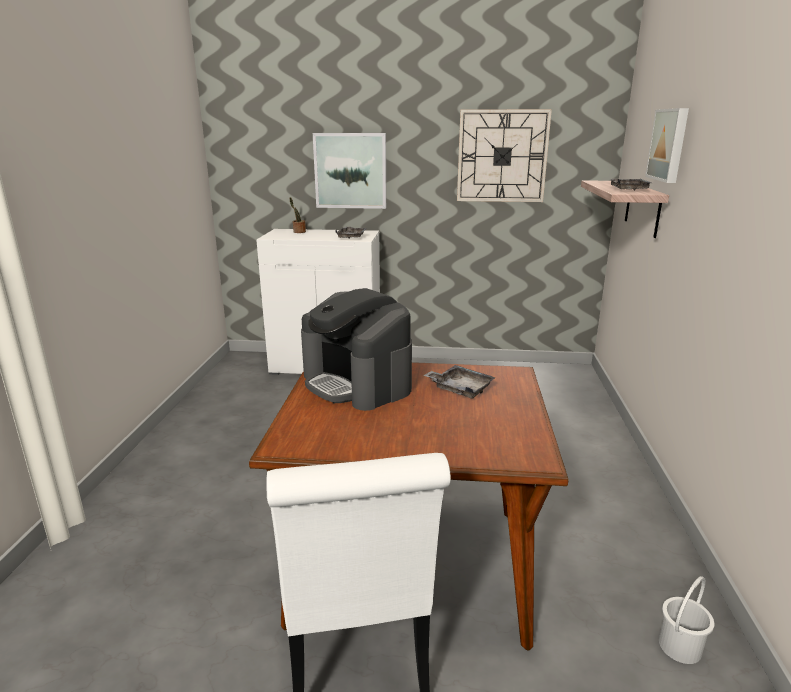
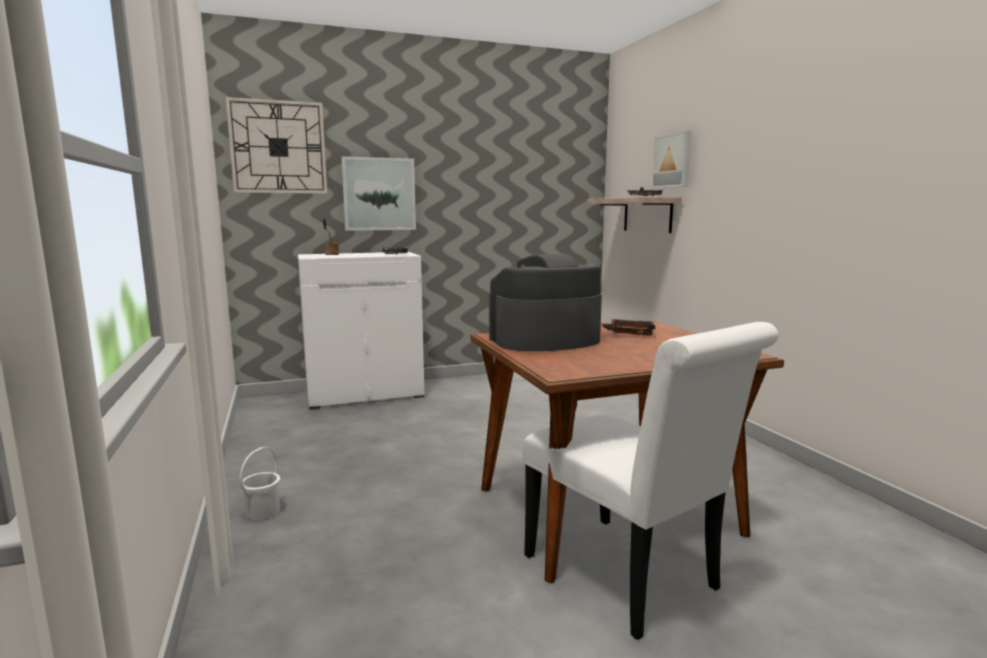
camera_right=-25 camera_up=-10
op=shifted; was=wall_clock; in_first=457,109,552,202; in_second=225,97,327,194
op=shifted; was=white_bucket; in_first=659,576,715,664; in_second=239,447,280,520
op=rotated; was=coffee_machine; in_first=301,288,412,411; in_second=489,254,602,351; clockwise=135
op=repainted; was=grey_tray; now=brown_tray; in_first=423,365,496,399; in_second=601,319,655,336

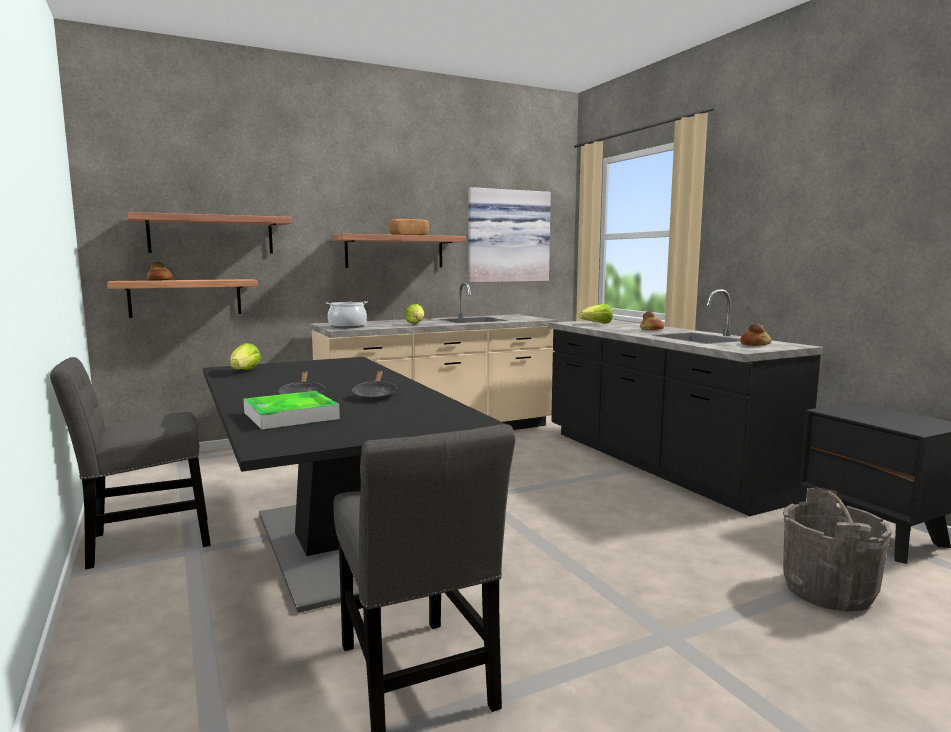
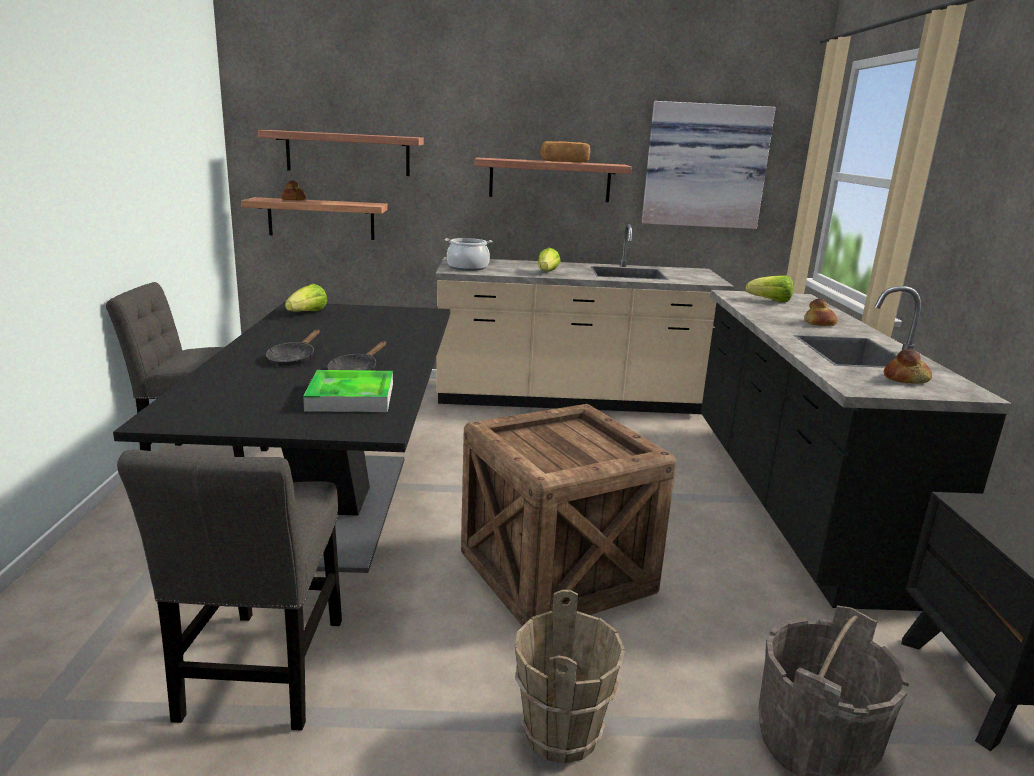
camera_right=25 camera_up=10
op=shifted; was=tray; in_first=243,391,340,430; in_second=303,370,393,412
op=new; now=crate; in_second=461,404,676,626
op=new; now=brown_bucket; in_second=515,590,625,764

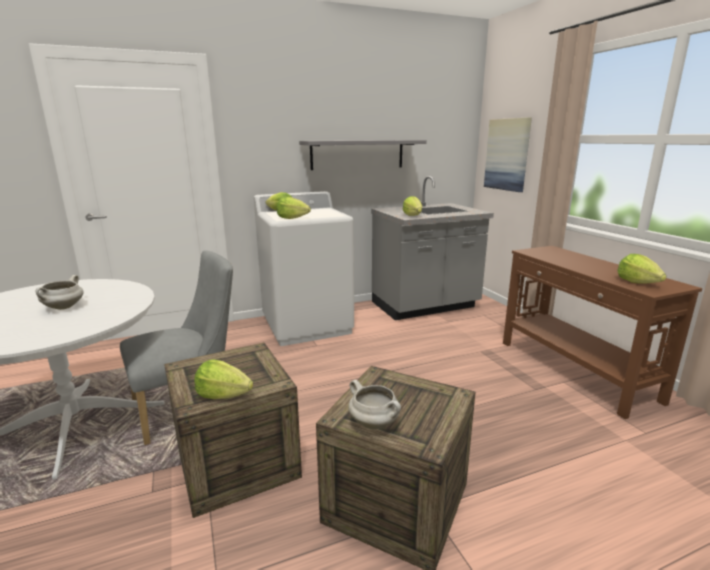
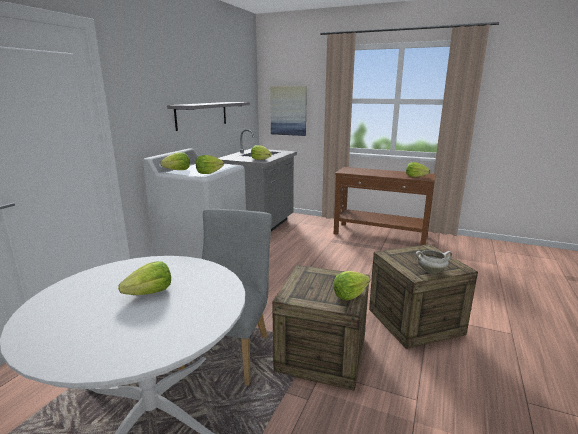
camera_right=-45 camera_up=0
op=swapped; was=white_cooking_pot; now=lettuce; in_first=36,275,83,310; in_second=118,261,171,295

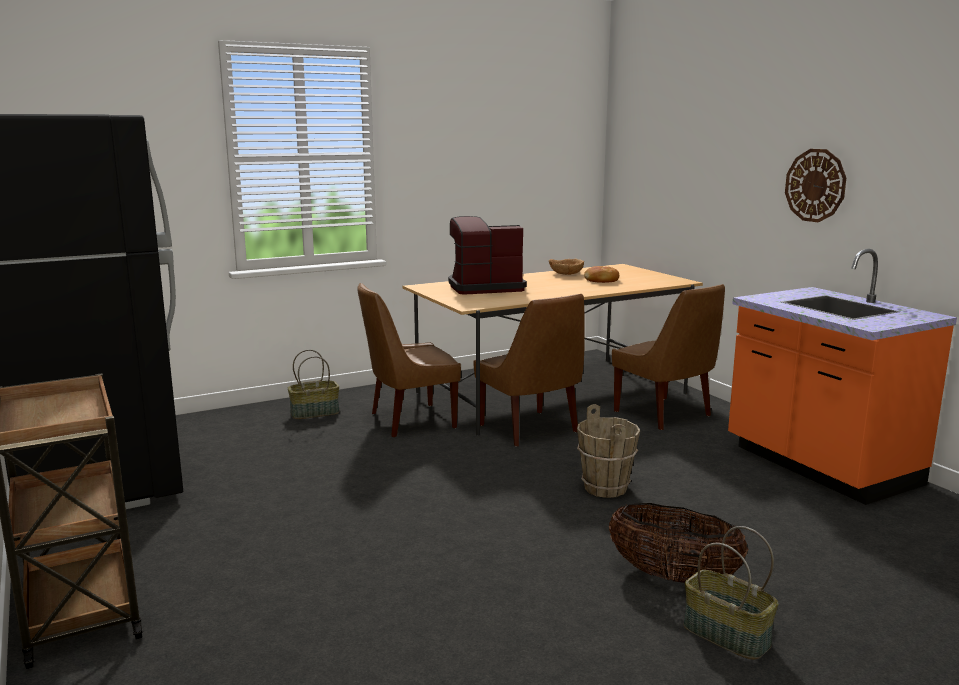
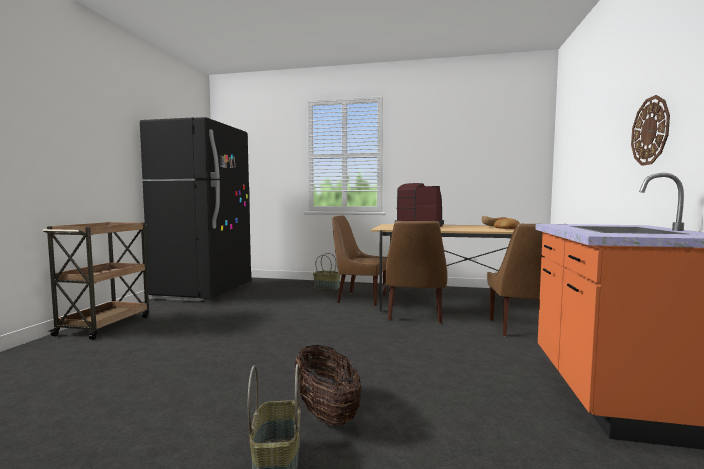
camera_right=40 camera_up=-10
op=gone; was=brown_bucket; in_first=577,404,640,498

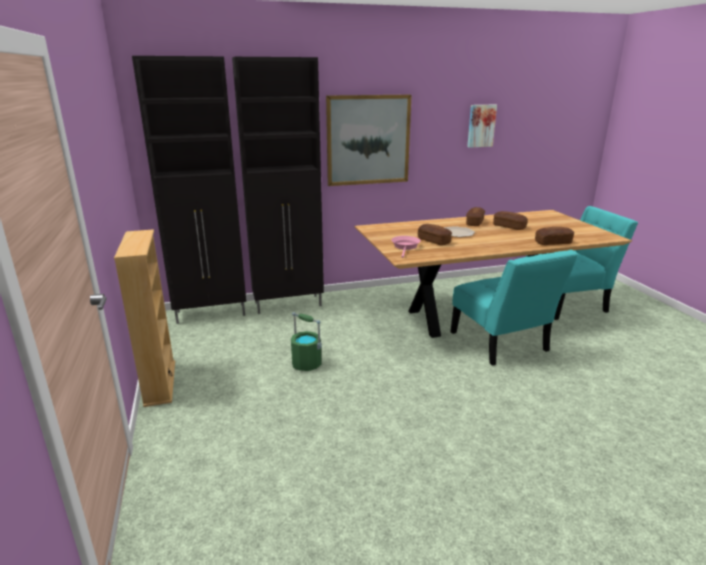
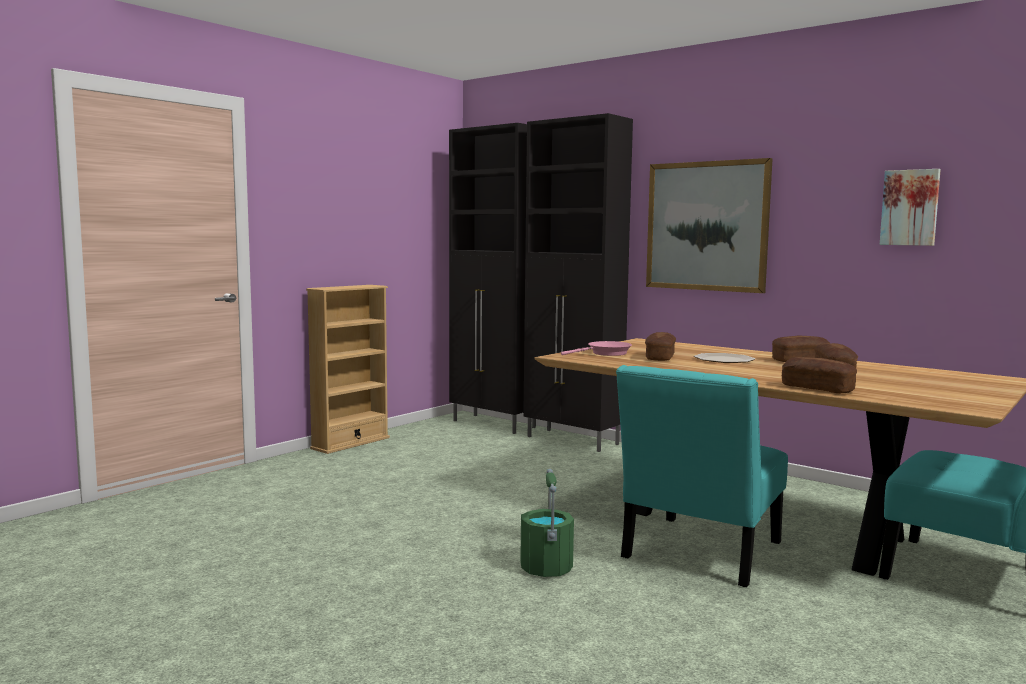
camera_right=55 camera_up=-15
op=shifted; was=green_bucket; in_first=291,312,322,371; in_second=520,469,574,577

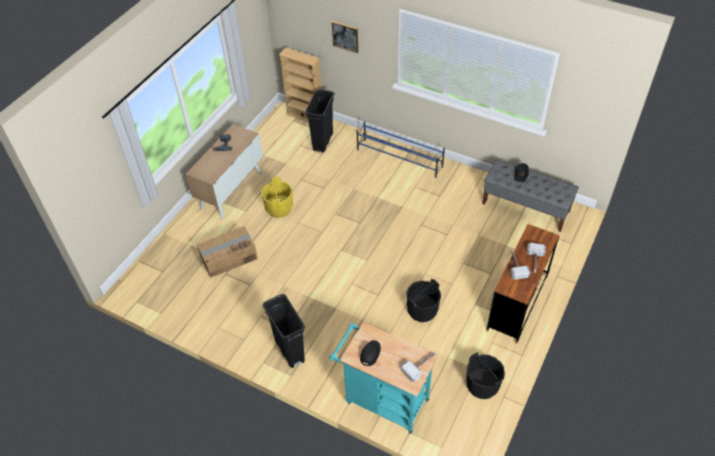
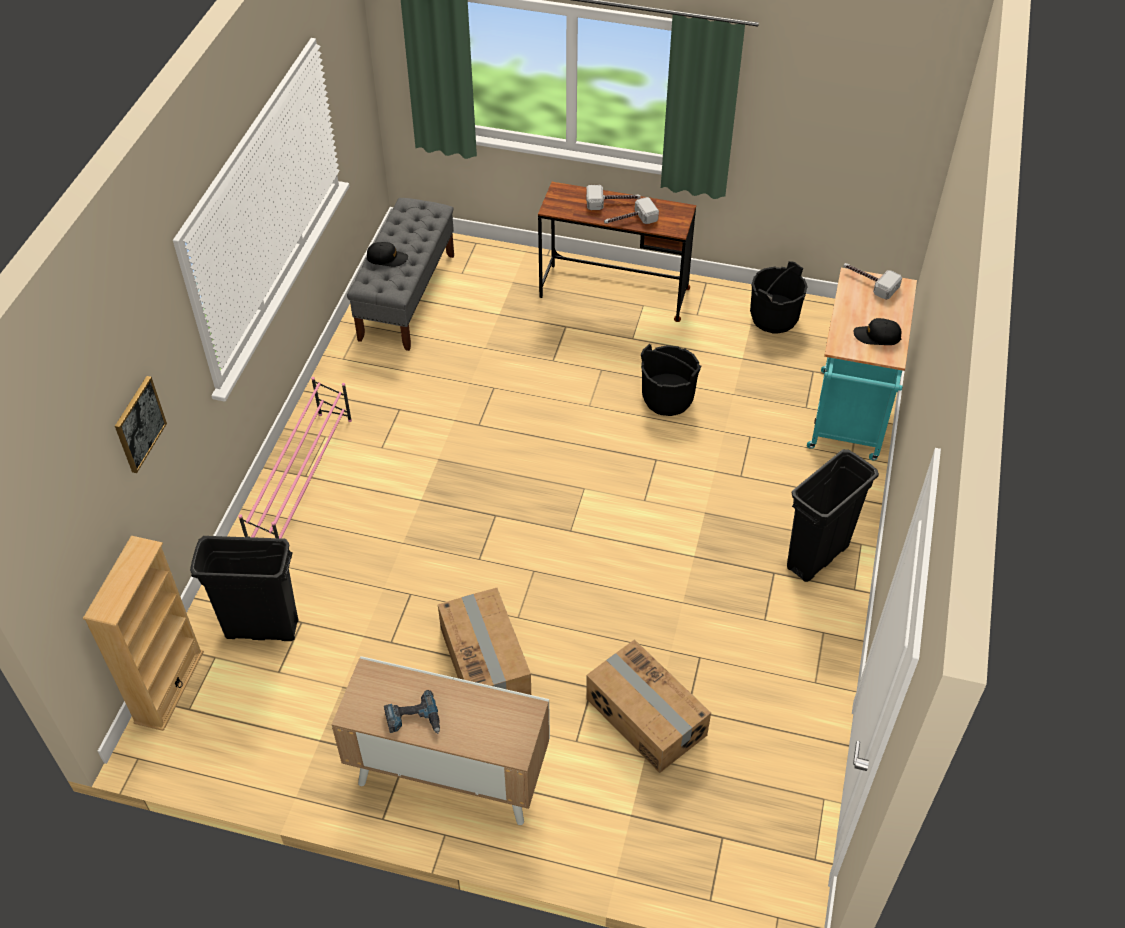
camera_right=-105 camera_up=0
op=repainted; was=blue_shoe_rack; now=pink_shoe_rack; in_first=357,121,445,178; in_second=239,377,352,539
op=swapped; was=yellow_bucket; now=cardboard_box; in_first=261,177,293,218; in_second=438,588,531,695

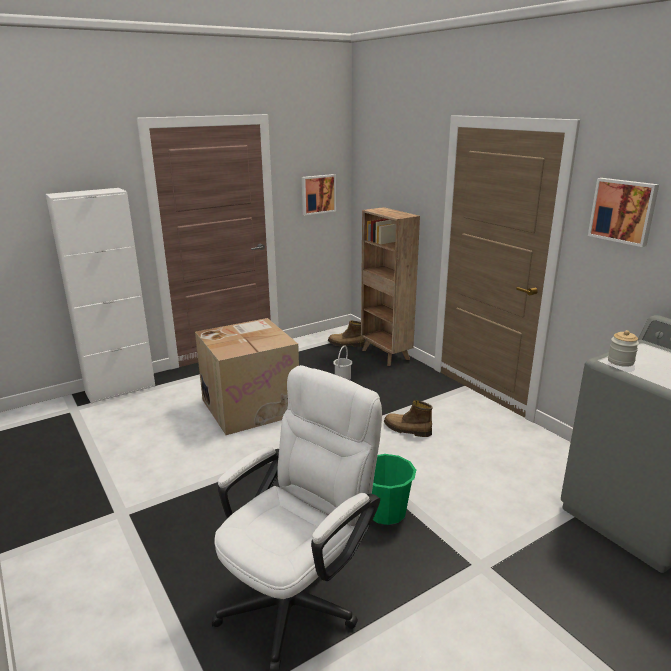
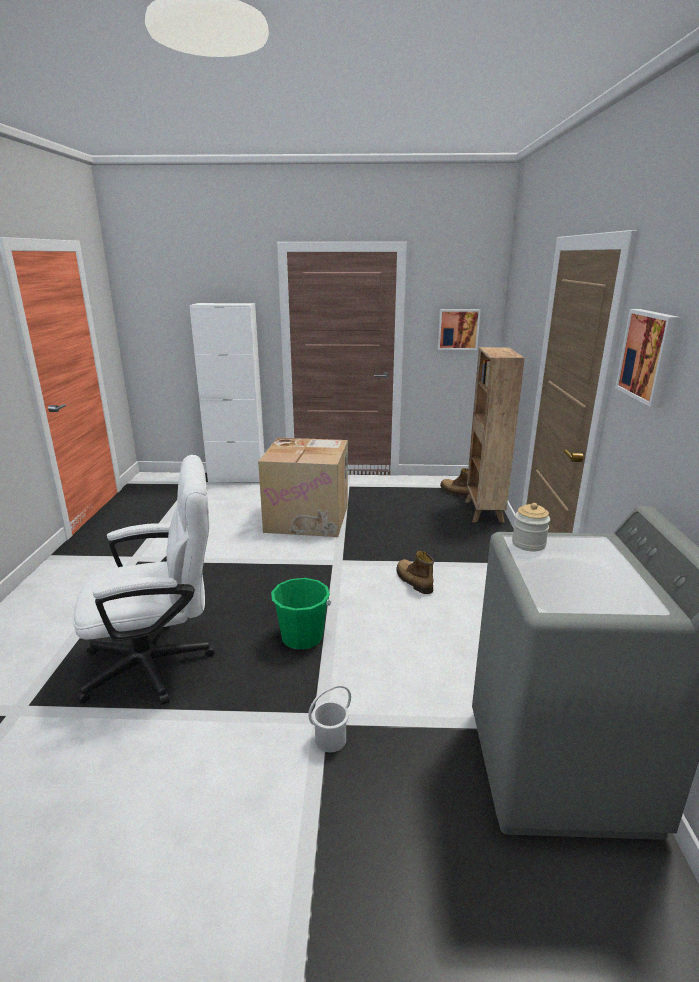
camera_right=35 camera_up=0
op=shifted; was=white_bucket; in_first=333,345,352,380; in_second=308,685,351,752

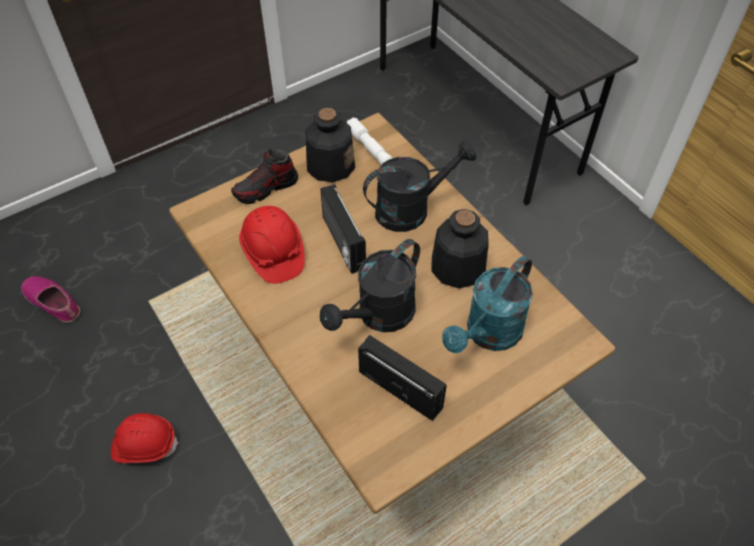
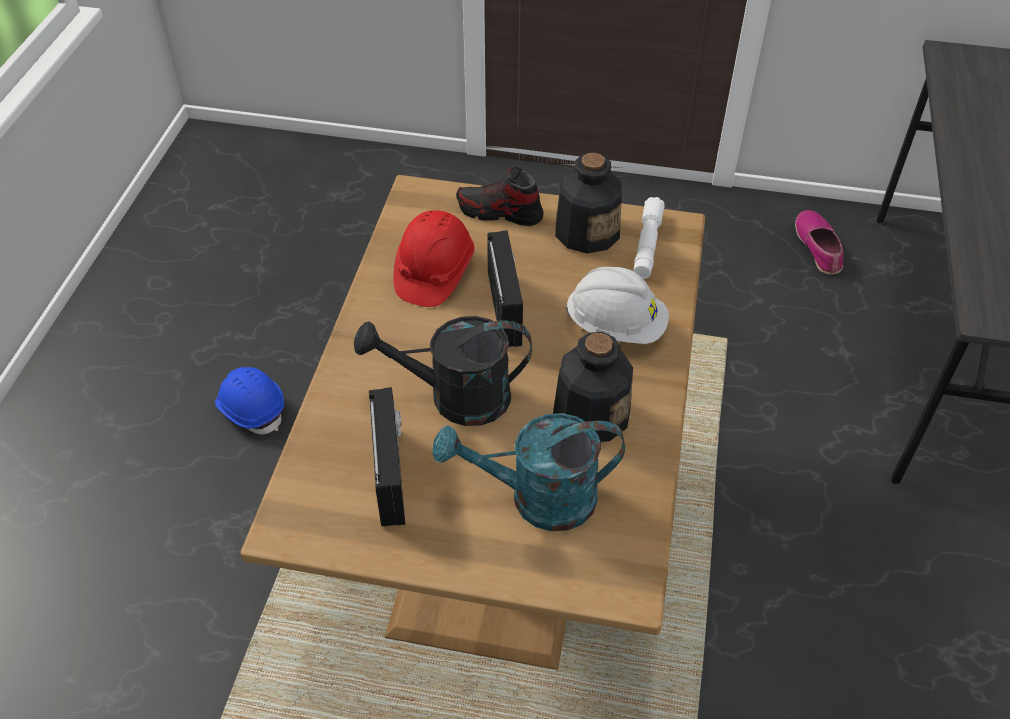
camera_right=45 camera_up=-5
op=repainted; was=red_hard_hat; now=blue_hard_hat; in_first=111,413,179,463; in_second=215,367,284,434
op=rotated; was=radio; in_first=320,184,366,274; in_second=487,230,523,347; clockwise=150
op=swapped; was=black_watering_can; now=white_hard_hat; in_first=363,141,476,232; in_second=565,267,669,344
op=shifted; was=shoe; in_first=21,276,80,323; in_second=795,210,844,275

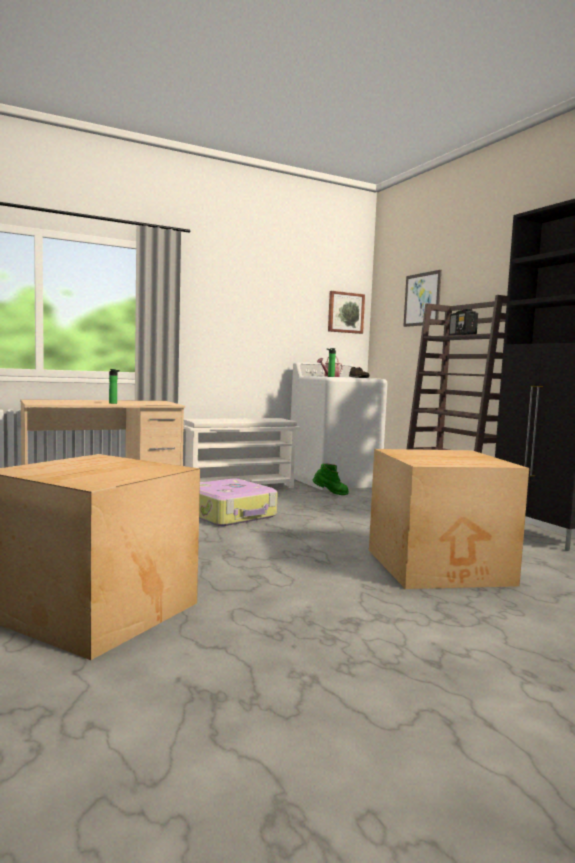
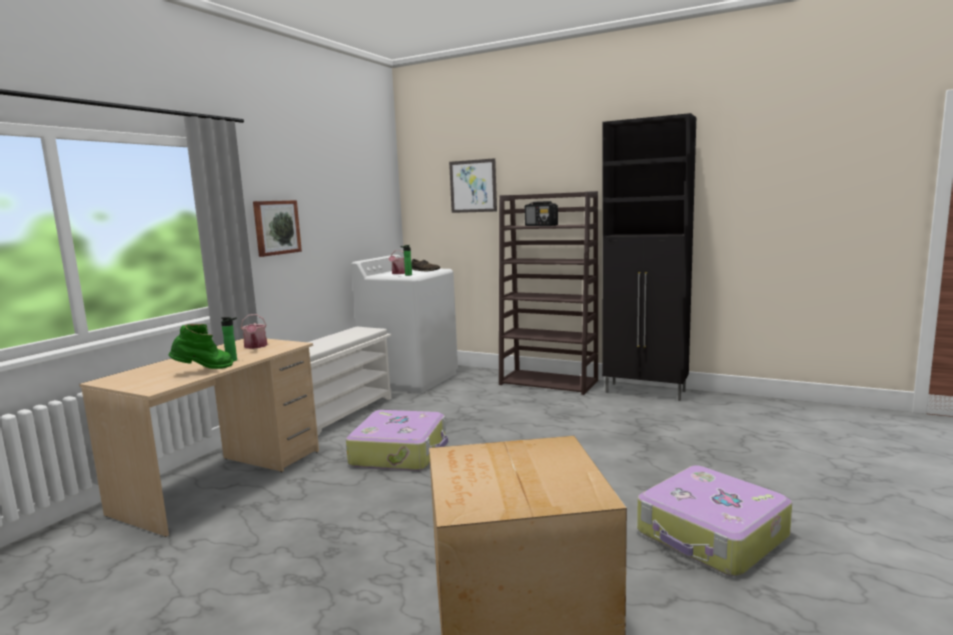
camera_right=-35 camera_up=5
op=shifted; was=green_boot; in_first=313,463,349,495; in_second=169,324,233,369
op=new; now=watering_can; in_second=241,314,268,349
op=shifted; was=picture; in_first=328,291,365,334; in_second=253,200,302,257
op=new; now=suitcase; in_second=637,465,792,576
op=gone; was=cardboard_box; in_first=369,449,529,589

